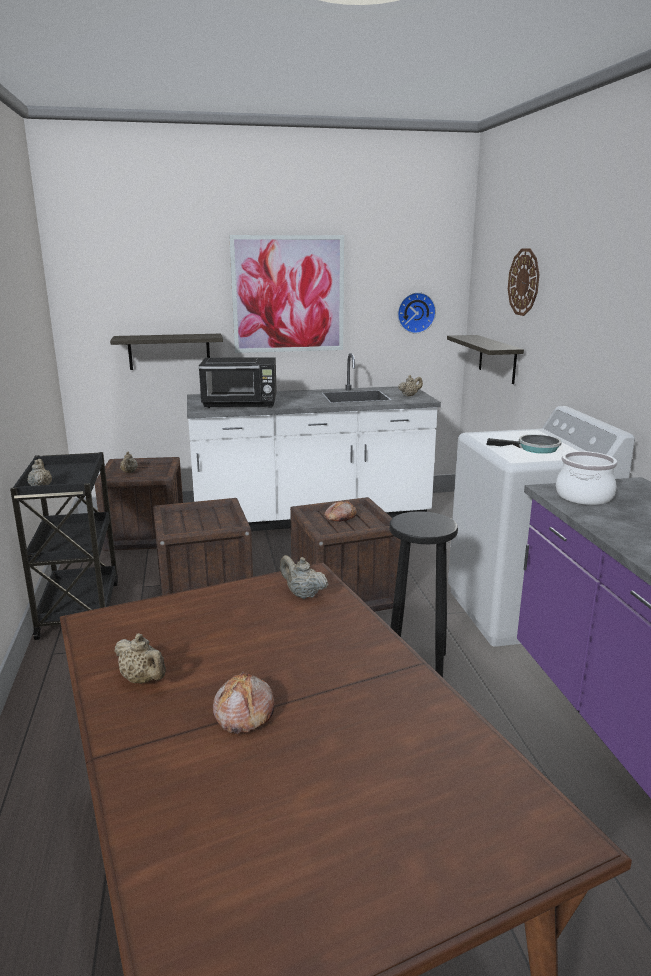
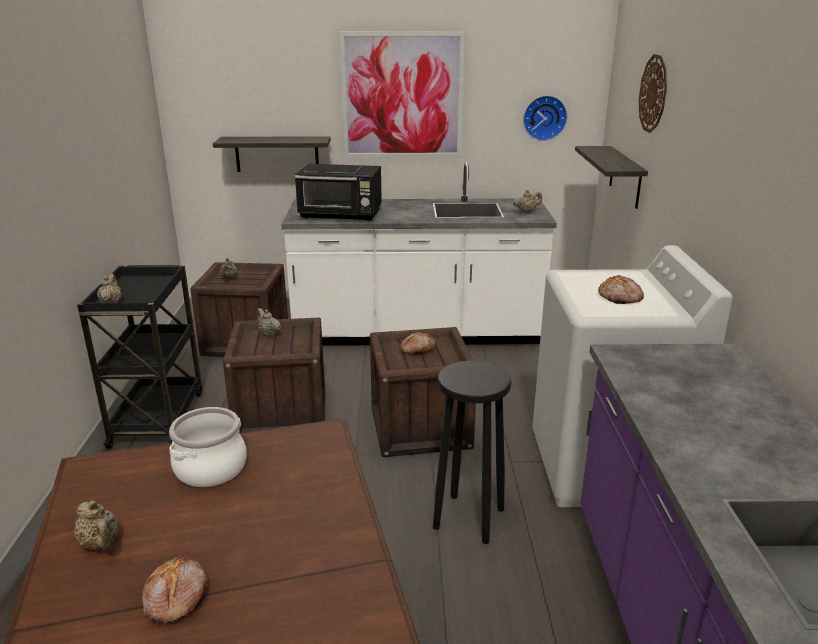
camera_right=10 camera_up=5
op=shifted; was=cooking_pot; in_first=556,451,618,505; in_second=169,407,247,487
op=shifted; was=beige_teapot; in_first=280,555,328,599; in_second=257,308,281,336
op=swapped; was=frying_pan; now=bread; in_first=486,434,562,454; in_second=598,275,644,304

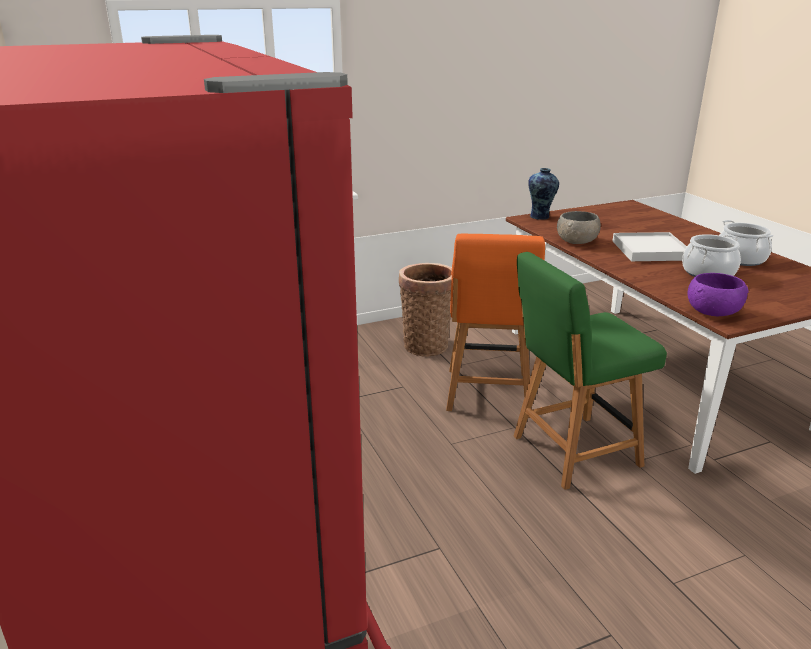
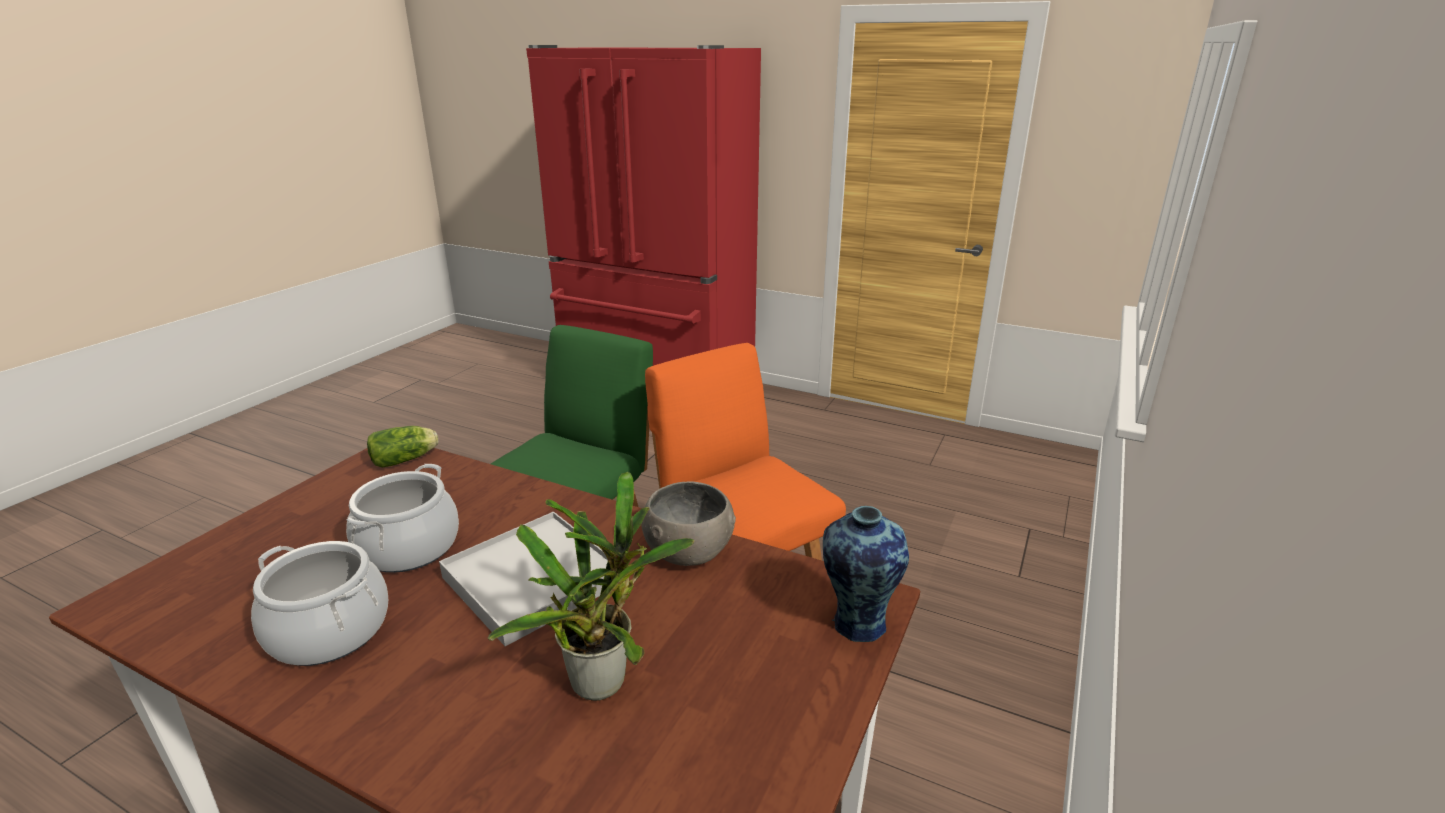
camera_right=140 camera_up=0
op=swapped; was=purple_bowl; now=lettuce; in_first=687,273,749,316; in_second=367,426,439,467
op=new; now=potted_plant; in_second=488,472,694,701
op=gone; was=basket; in_first=399,263,452,357

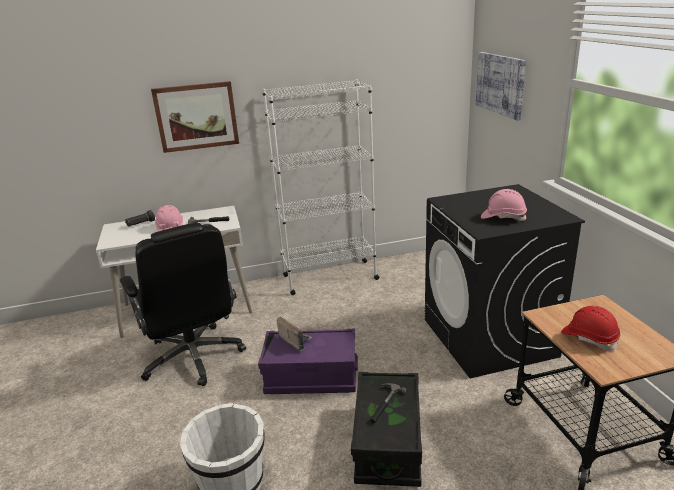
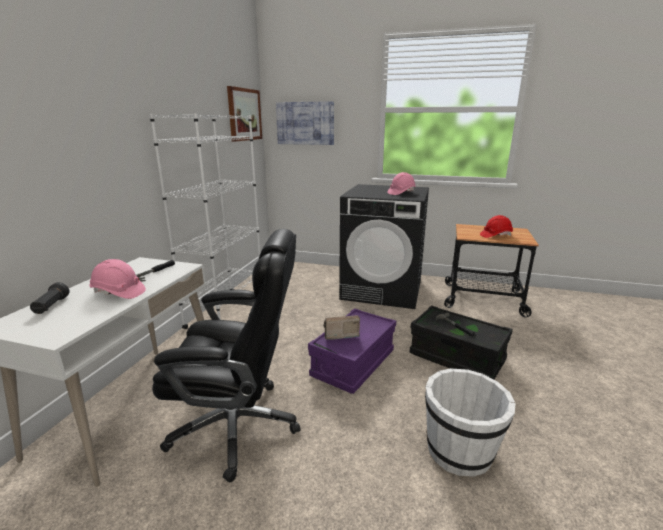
camera_right=-60 camera_up=-5
op=shifted; was=picture; in_first=151,81,239,153; in_second=227,86,262,142

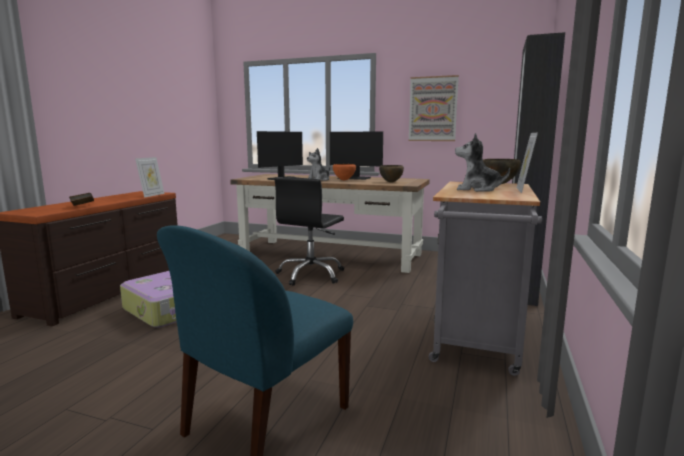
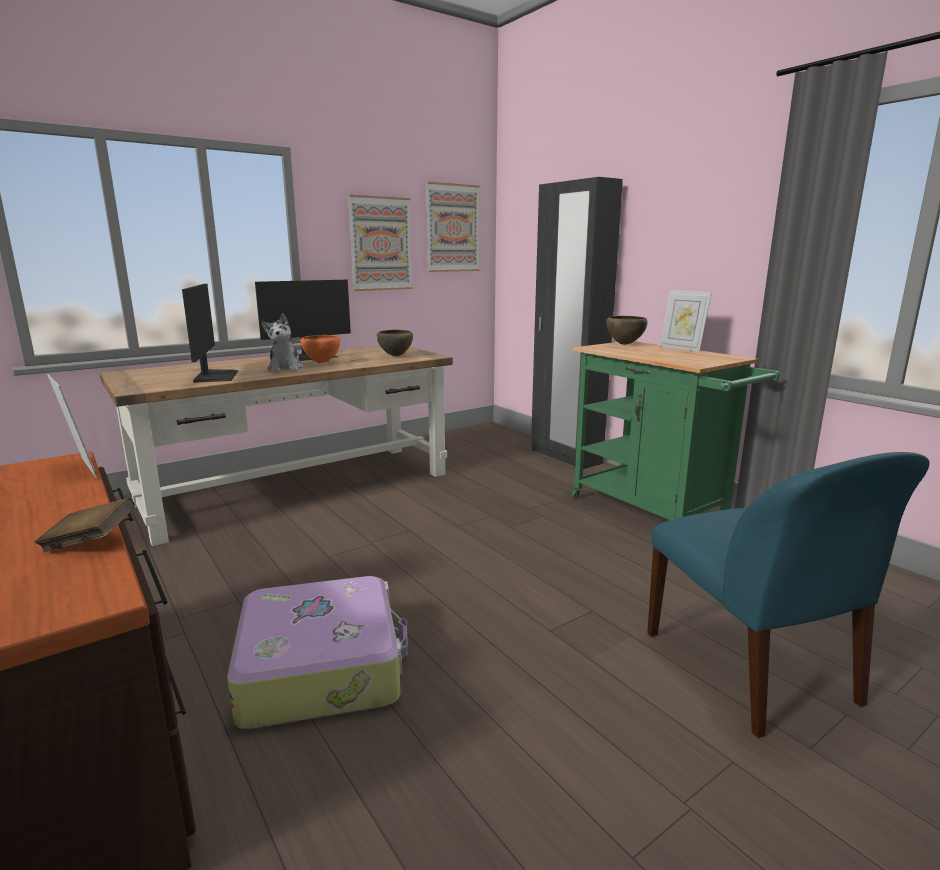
camera_right=-55 camera_up=5
op=new; now=picture; in_second=426,181,480,272
op=repainted; was=grey_cart; now=green_cart; in_first=429,181,542,376; in_second=572,341,780,520
op=gone; was=black_office_chair; in_first=274,177,344,286
op=gone; was=plush_toy; in_first=455,133,510,192

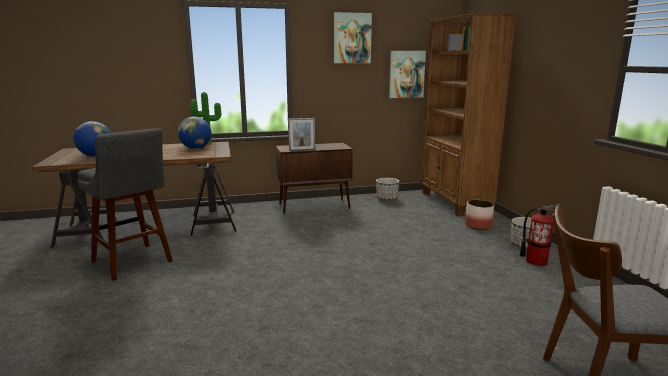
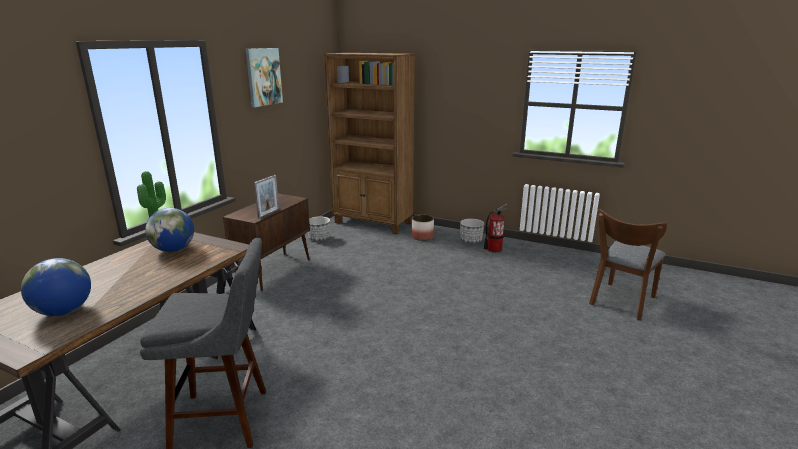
camera_right=-50 camera_up=5
op=gone; was=picture; in_first=389,51,426,98

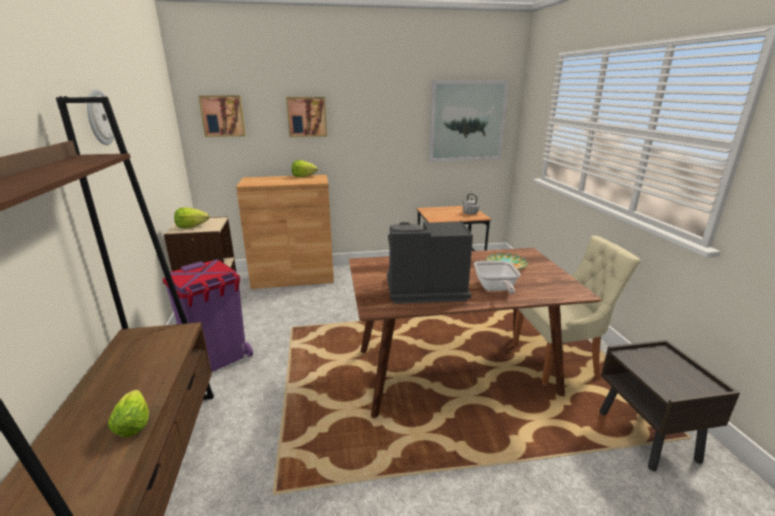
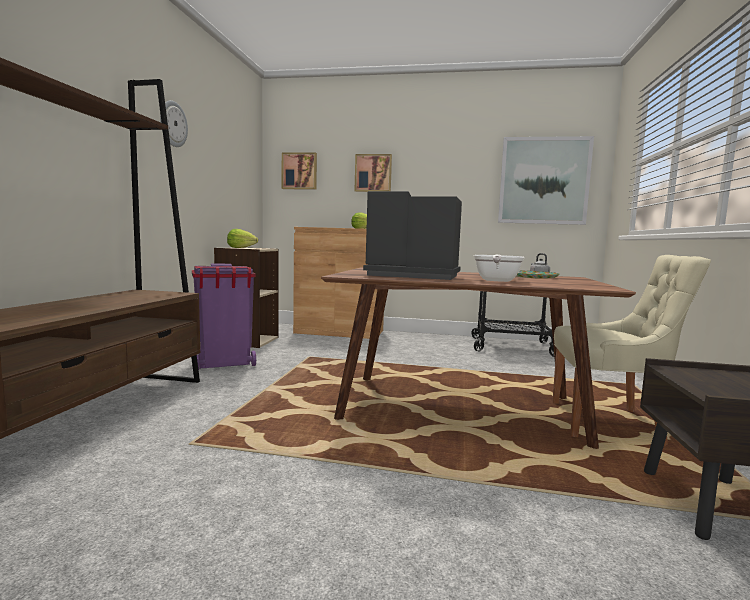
camera_right=20 camera_up=-15
op=gone; was=lettuce; in_first=108,390,149,437

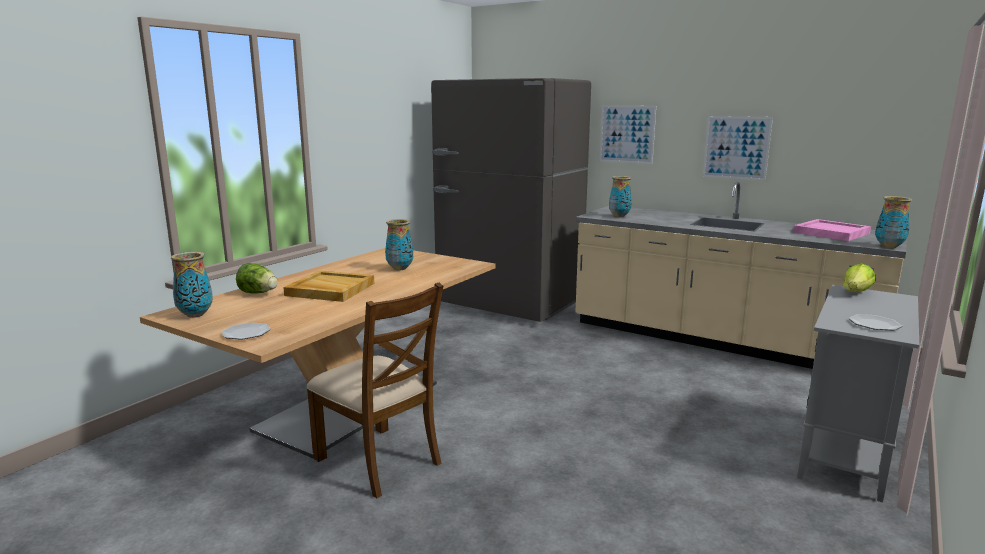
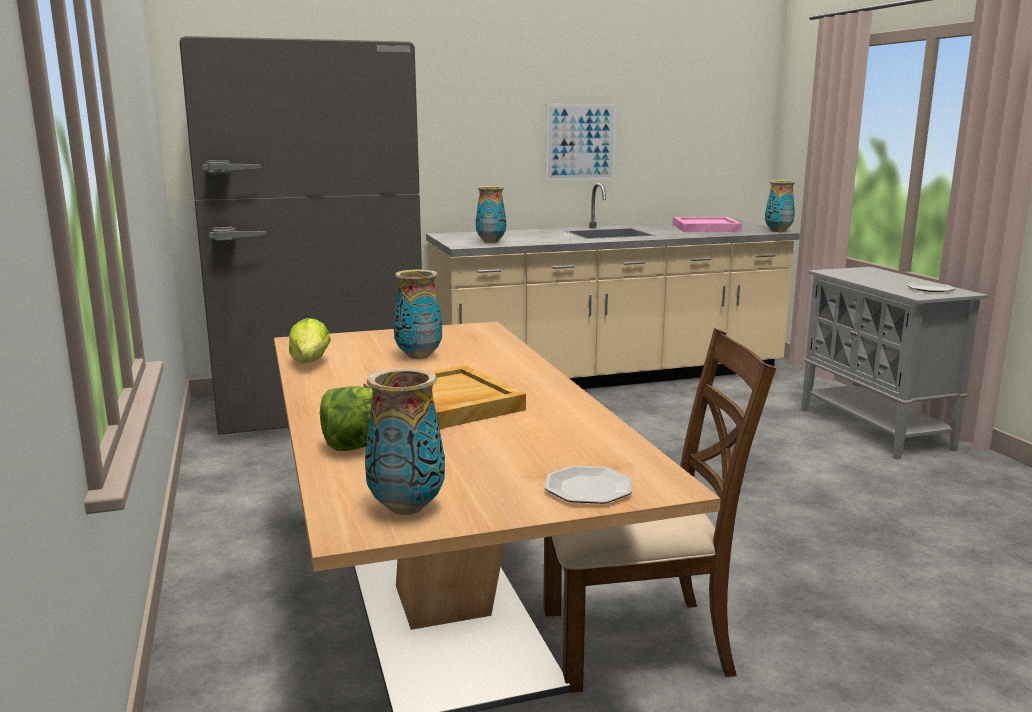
camera_right=-50 camera_up=0
op=shifted; was=lettuce; in_first=843,263,876,292; in_second=289,318,331,363
op=gone; was=picture; in_first=600,105,656,164

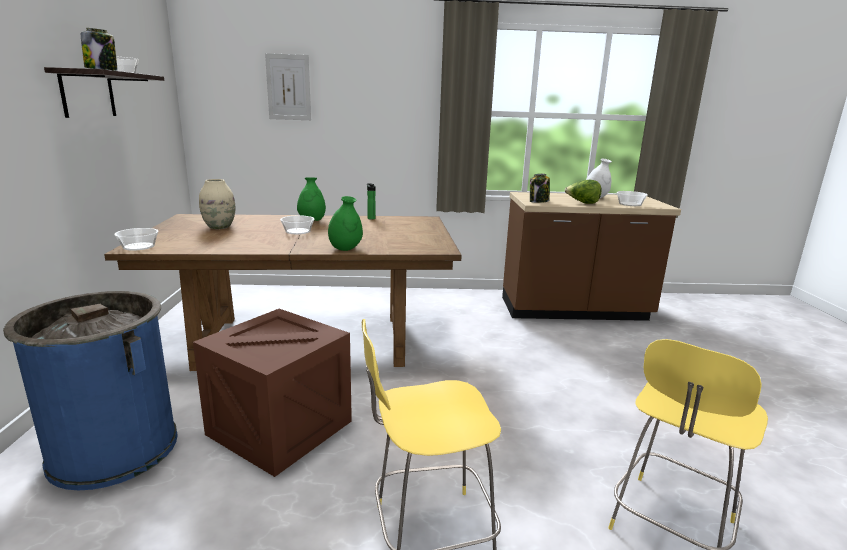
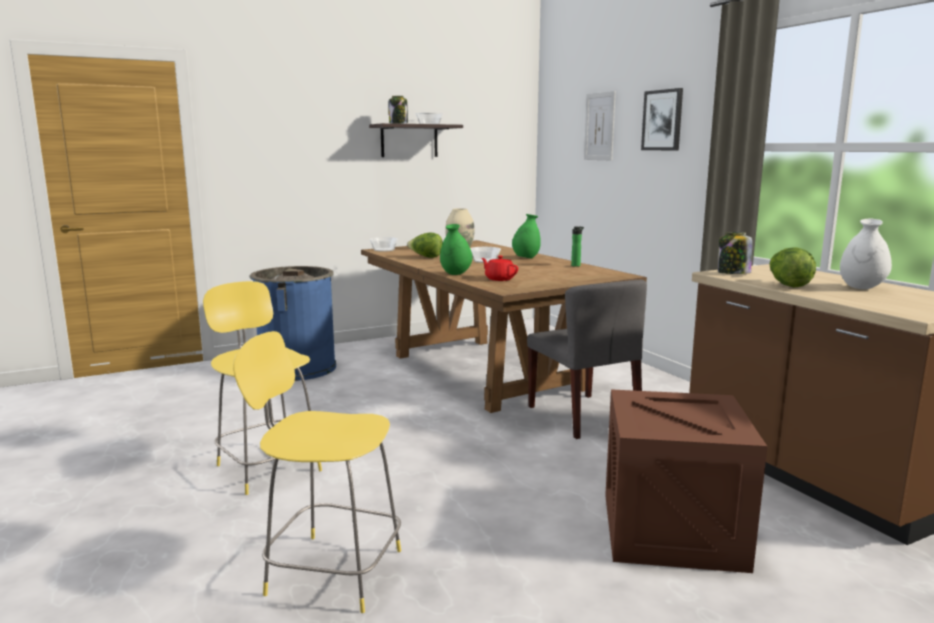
camera_right=65 camera_up=-5
op=new; now=lettuce; in_second=407,232,443,258
op=new; now=red_teapot; in_second=481,256,518,281
op=new; now=grey_chair; in_second=527,280,647,439
op=shifted; was=crate; in_first=193,309,352,477; in_second=605,389,767,573
op=new; now=picture; in_second=641,88,683,150
op=gone; was=bowl; in_first=617,191,648,206

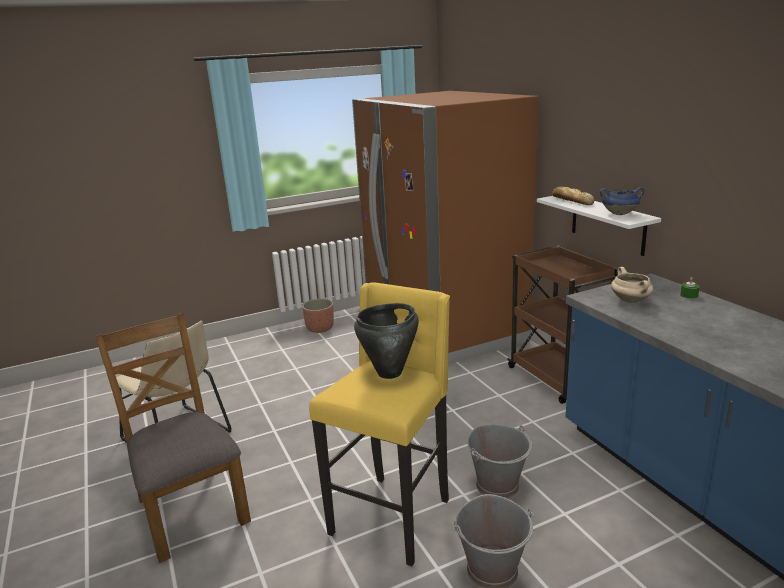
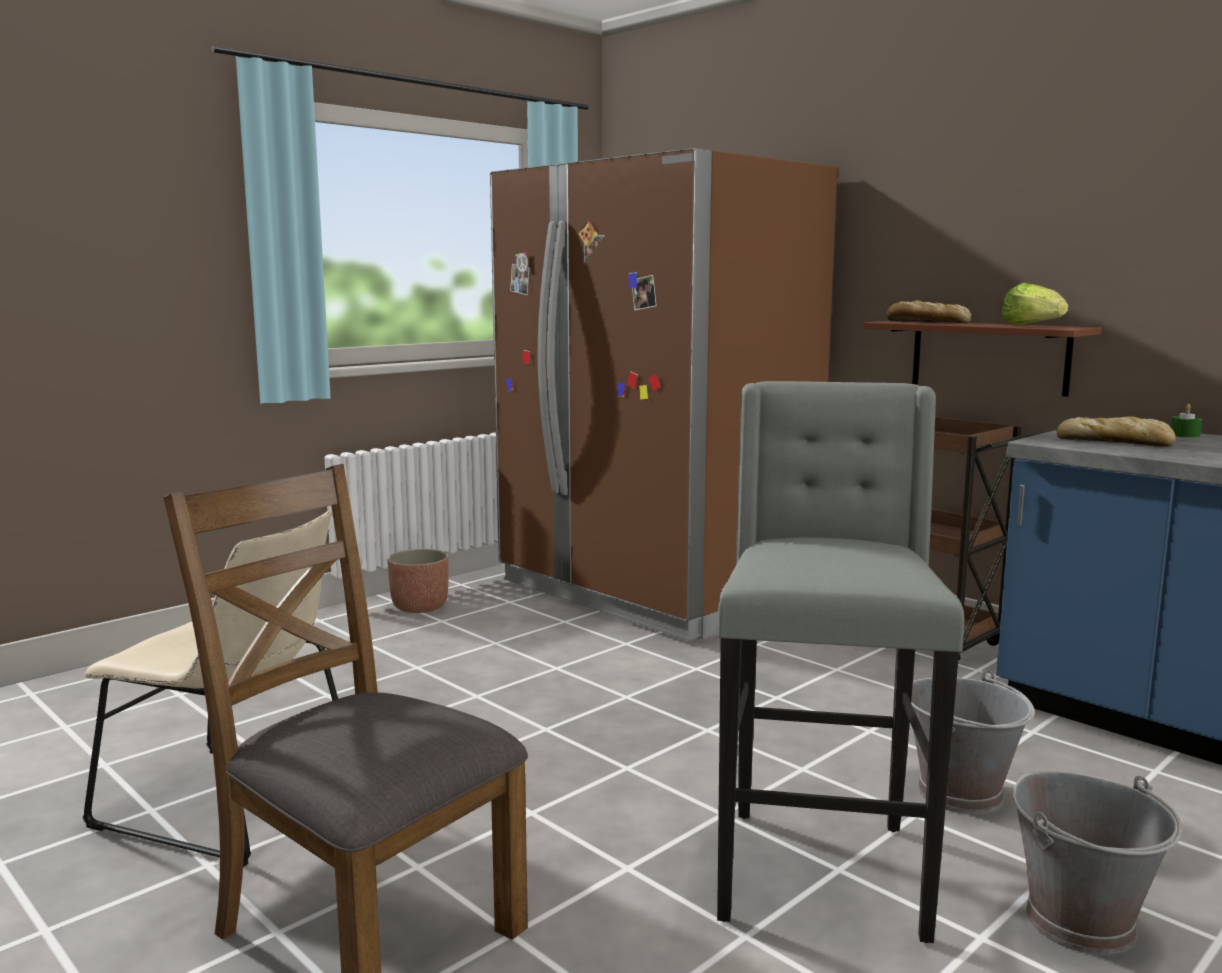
camera_right=-20 camera_up=-10
op=repainted; was=yellow_stool; now=grey_stool; in_first=309,282,450,566; in_second=717,381,964,943
op=repainted; was=white_shelf; now=brown_shelf; in_first=537,196,661,256; in_second=863,321,1102,397
op=swapped; was=blue_cooking_pot; now=lettuce; in_first=600,187,644,215; in_second=1002,283,1068,325
op=swapped; was=beige_cooking_pot; now=bread; in_first=611,267,653,303; in_second=1057,416,1176,446
op=gone; was=black_cooking_pot; in_first=354,303,419,379

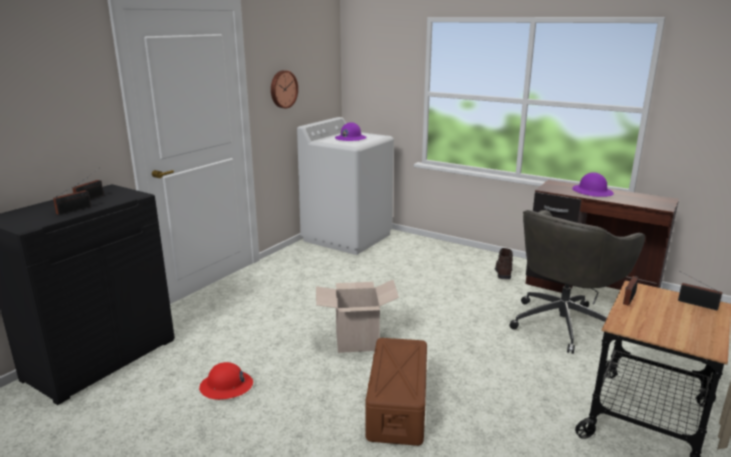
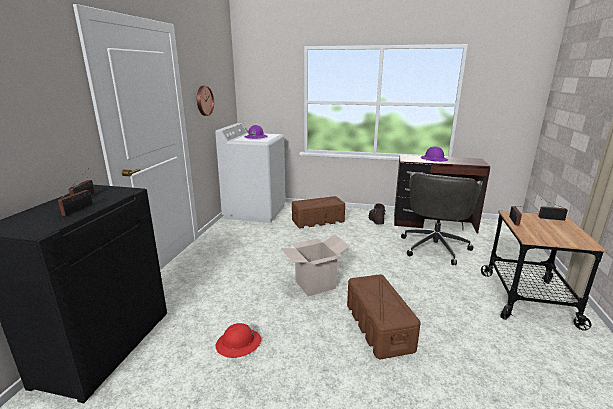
camera_right=-20 camera_up=0
op=new; now=brown_storage_box; in_second=292,196,345,228

